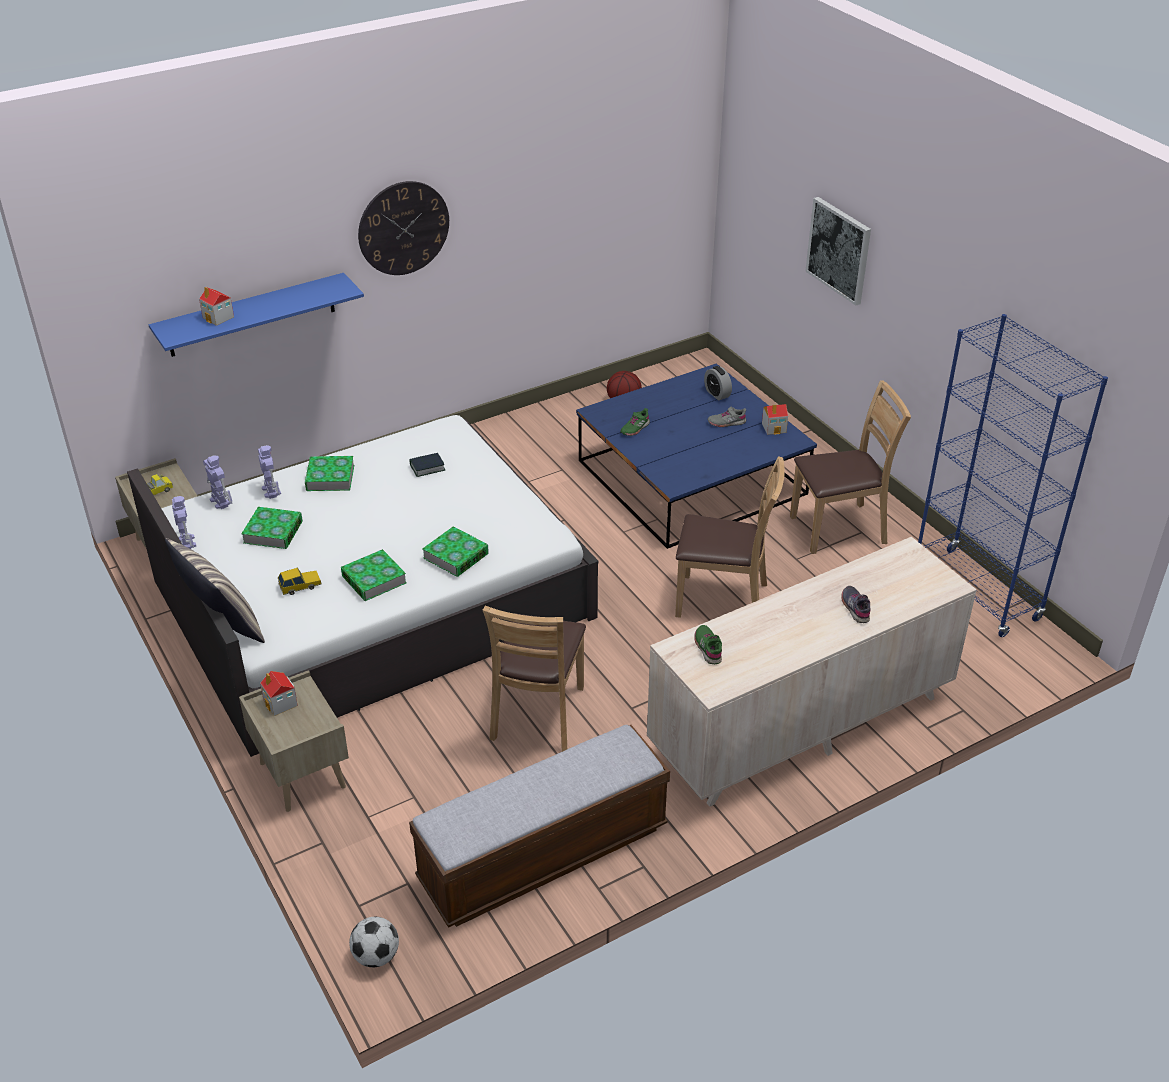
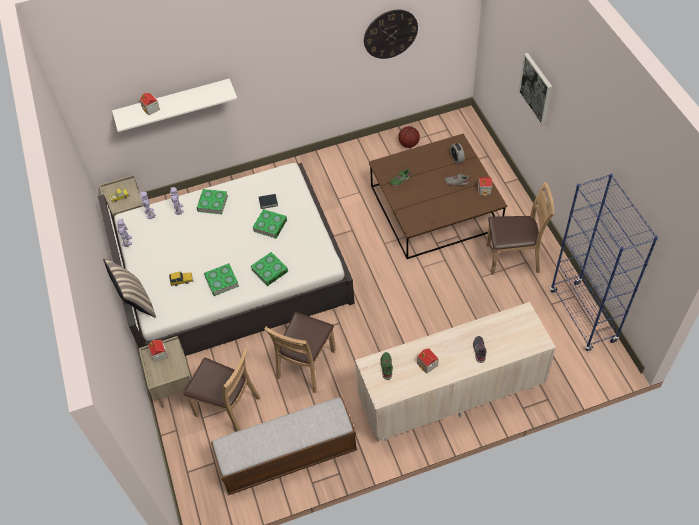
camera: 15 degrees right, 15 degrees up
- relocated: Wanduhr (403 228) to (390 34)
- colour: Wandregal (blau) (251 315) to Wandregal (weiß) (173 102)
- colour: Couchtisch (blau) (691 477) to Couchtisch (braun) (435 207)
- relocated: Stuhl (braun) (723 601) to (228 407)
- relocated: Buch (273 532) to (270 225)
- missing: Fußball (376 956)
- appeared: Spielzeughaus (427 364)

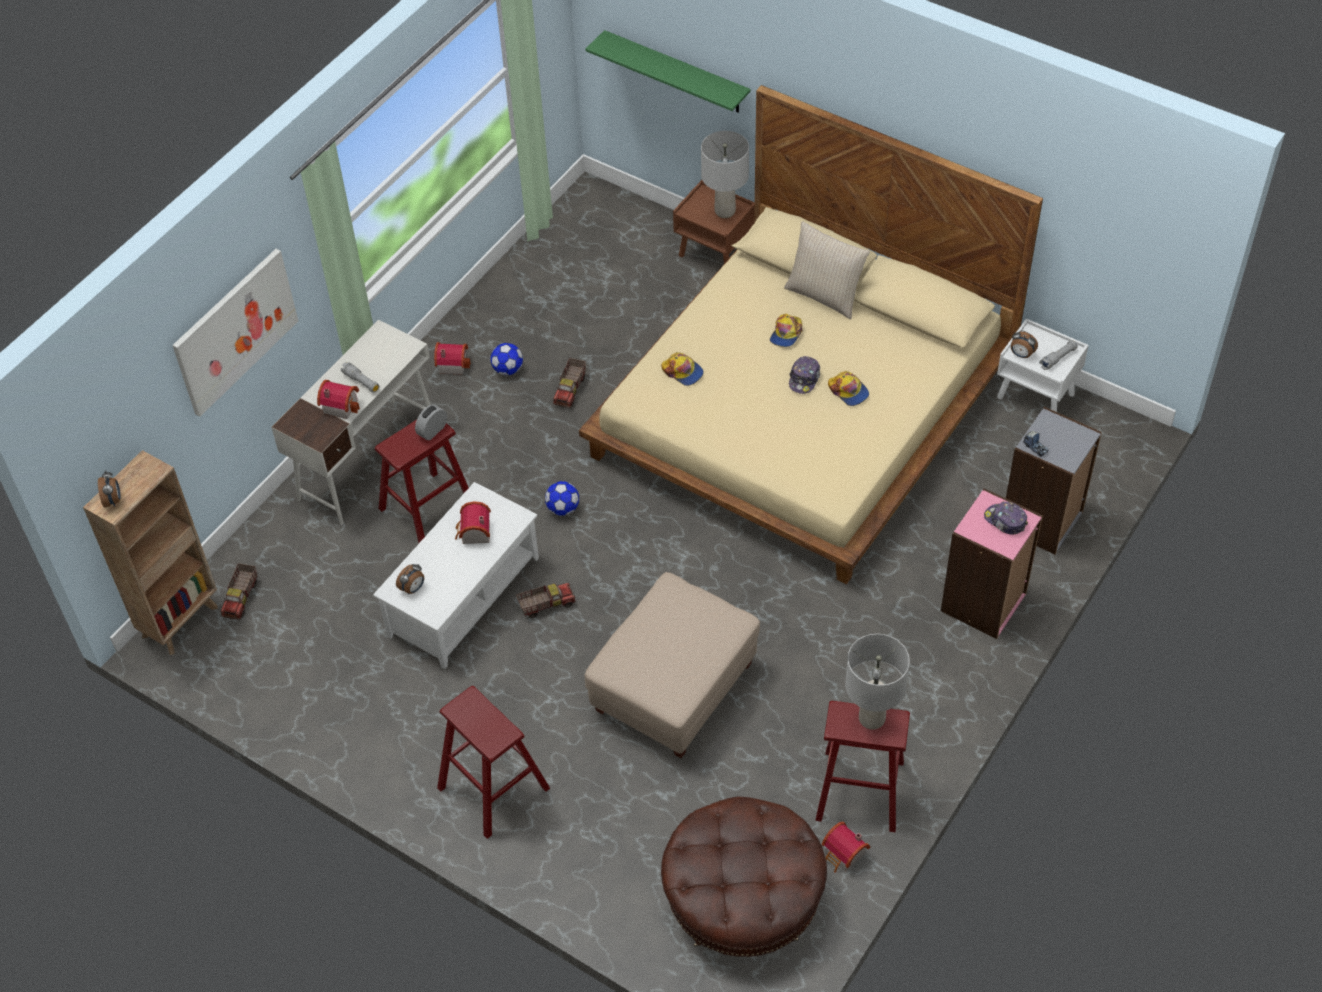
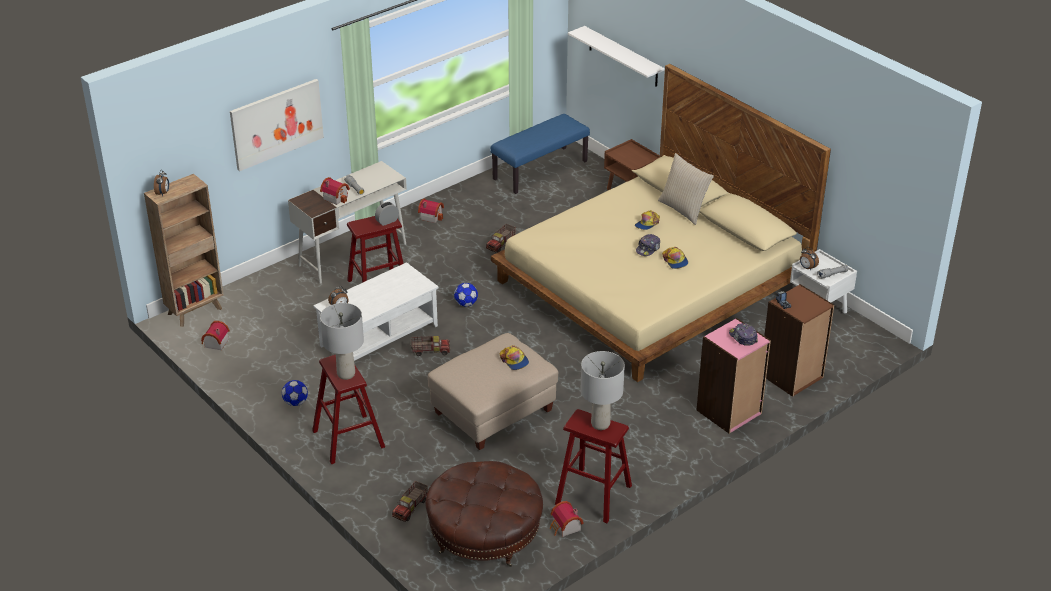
camera: 15 degrees right, 15 degrees down
- colour: Wandregal (grün) (676 72) to Wandregal (weiß) (623 57)
- relocated: Tischlampe (grau) (724 211) to (345 374)
- relocated: Fußball (508 369) to (295 402)
- relocated: Kappe (683 371) to (514 360)
- colour: Bücherregal (grau) (1042 521) to Bücherregal (braun) (792 376)
- relocated: Spielzeughaus (473 533) to (214 343)
- relocated: Spielzeuglaster (242 598) to (411 508)
- appeared: Bank (blau) (540 170)

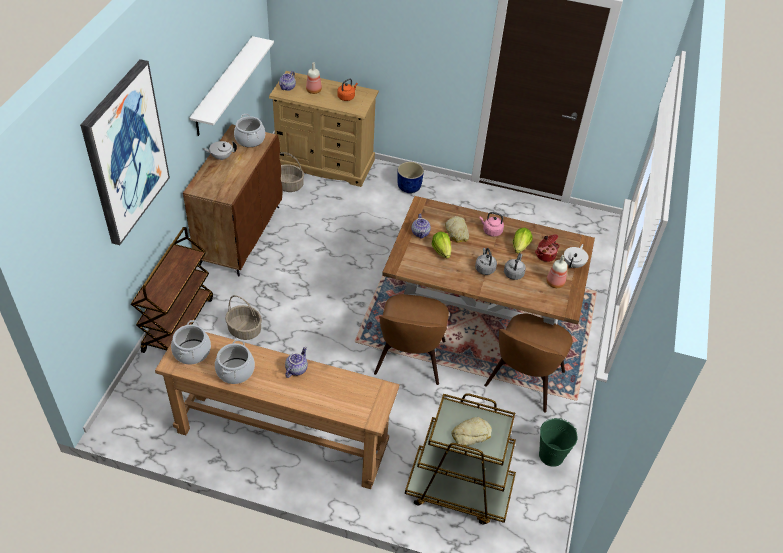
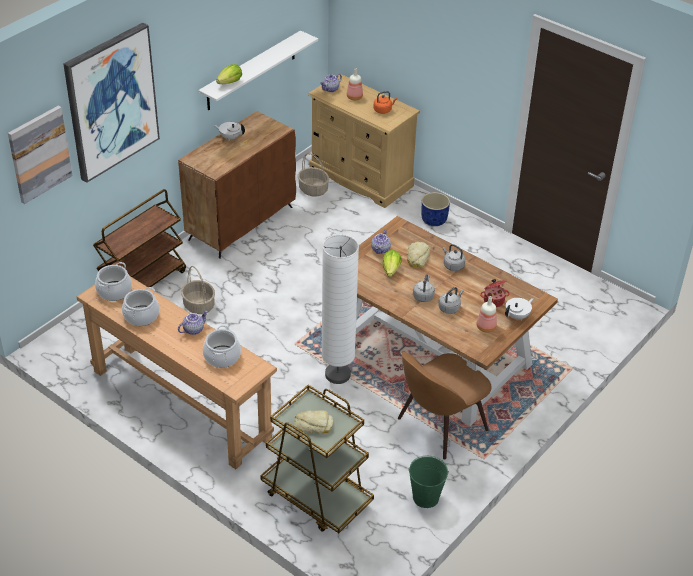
camera: 25 degrees right, 5 degrees down
- relocated: Kochtopf (250 139) to (222 357)
- colour: Wasserkessel (rosa) (491 231) to Wasserkessel (grau) (452 265)
- relocated: Salatkopf (520 247) to (230 82)
- exchanged: Stuhl (braun) (409 360) to Stehlampe (weiß) (337 375)
- appeared: Bild (39 154)

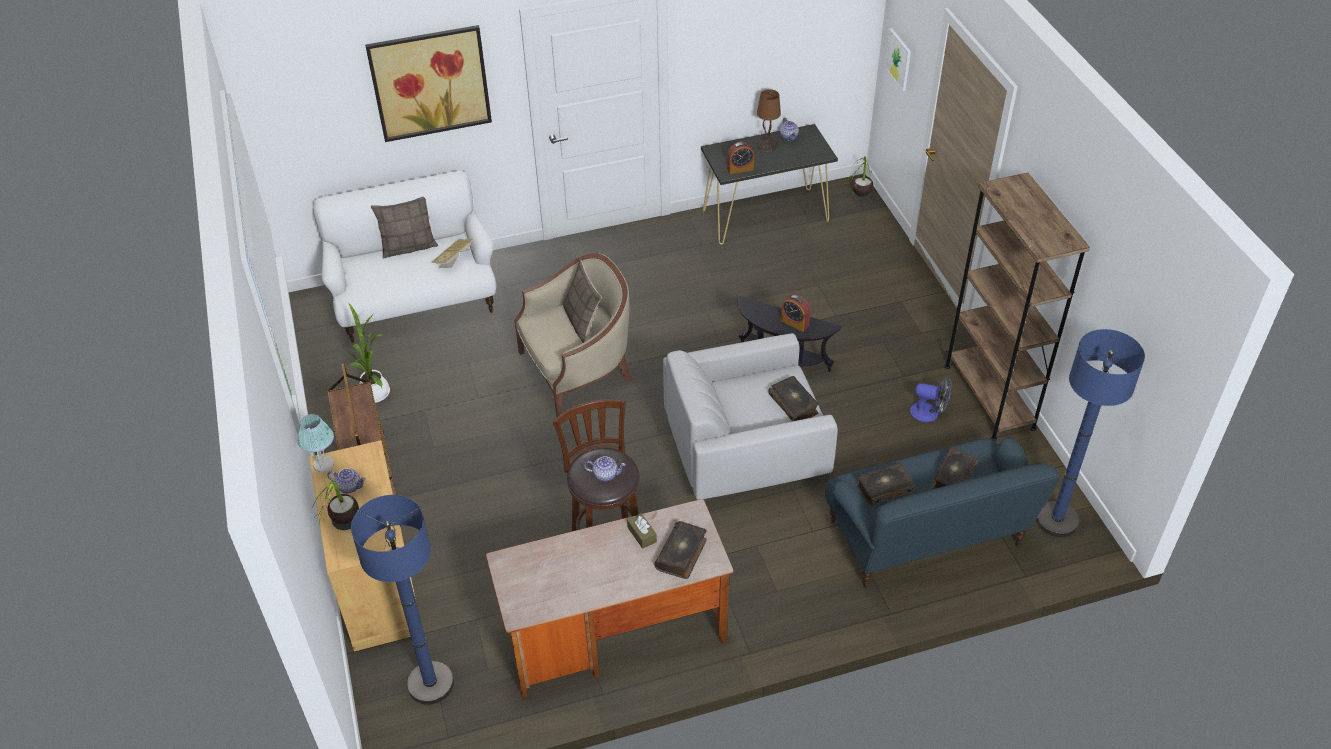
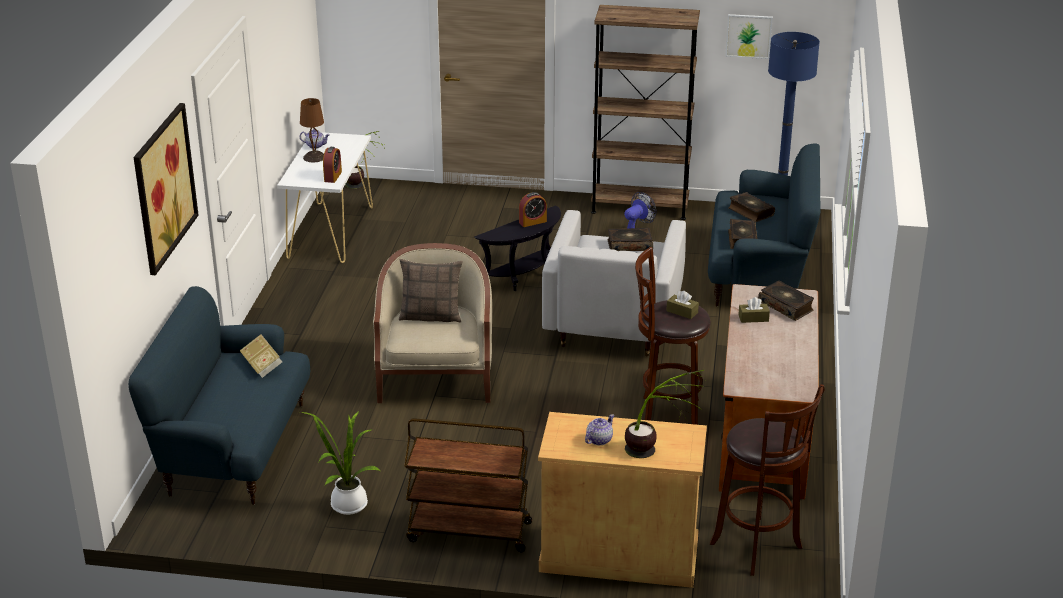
camera: 65 degrees left, 15 degrees down
- relocated: Bild (898 59) to (748 36)
- colour: Konsolentisch (schwarz) (766 216) to Konsolentisch (weiß) (330 232)
- colour: Sofa (weiß) (416 302) to Sofa (blau) (233 449)
- missing: Kissen (409 247)
- missing: Tischlampe (323 464)
- exchanged: Teekanne (605 474) to Taschentuchbox (braun) (682 312)
- exchanged: Stehlampe (blau) (430 684) to Hocker (braun) (759 548)

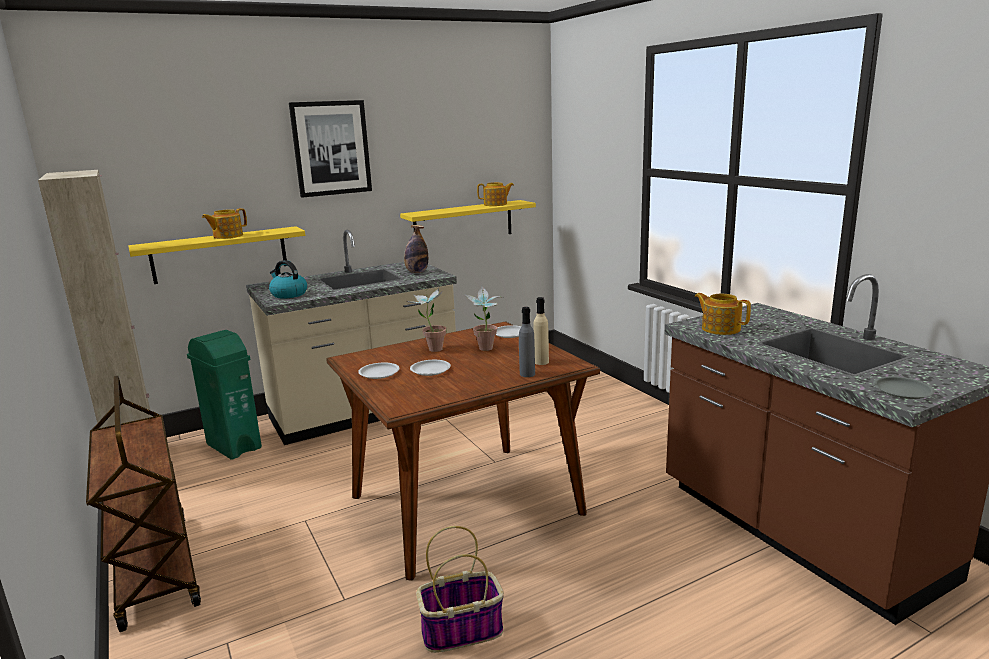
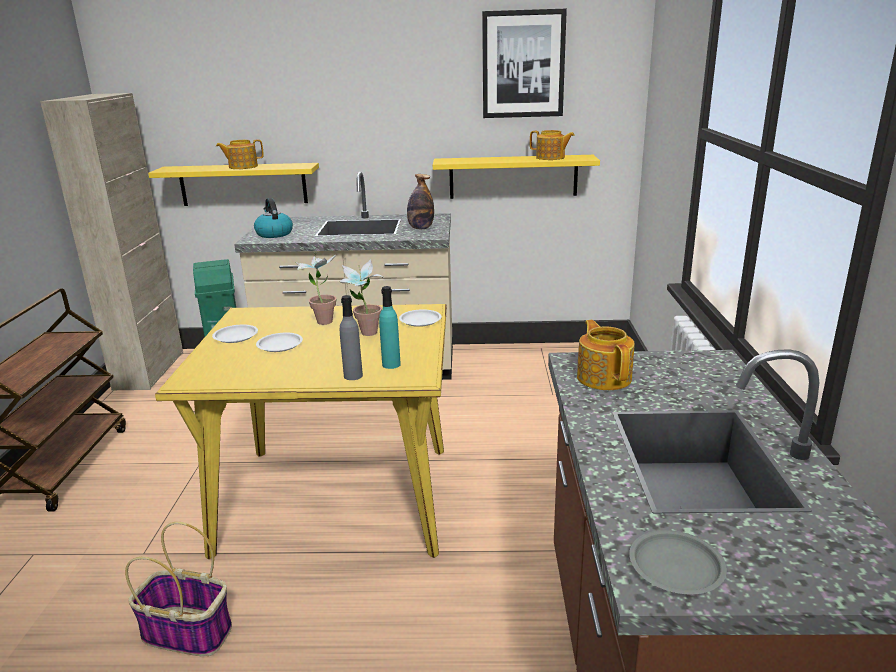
camera: 30 degrees right, 5 degrees up
- relocated: Bild (331 148) to (523 64)
- colour: Flasche (beige) (541 362) to Flasche (türkis) (391 364)
- colour: Esstisch (braun) (466 505) to Esstisch (gelb) (338 498)

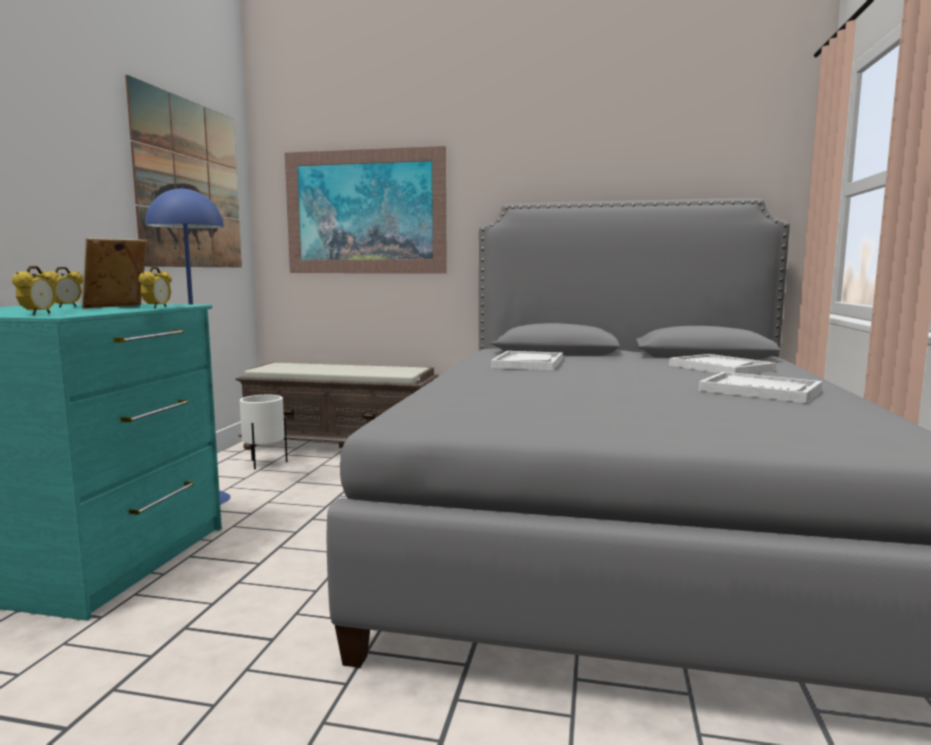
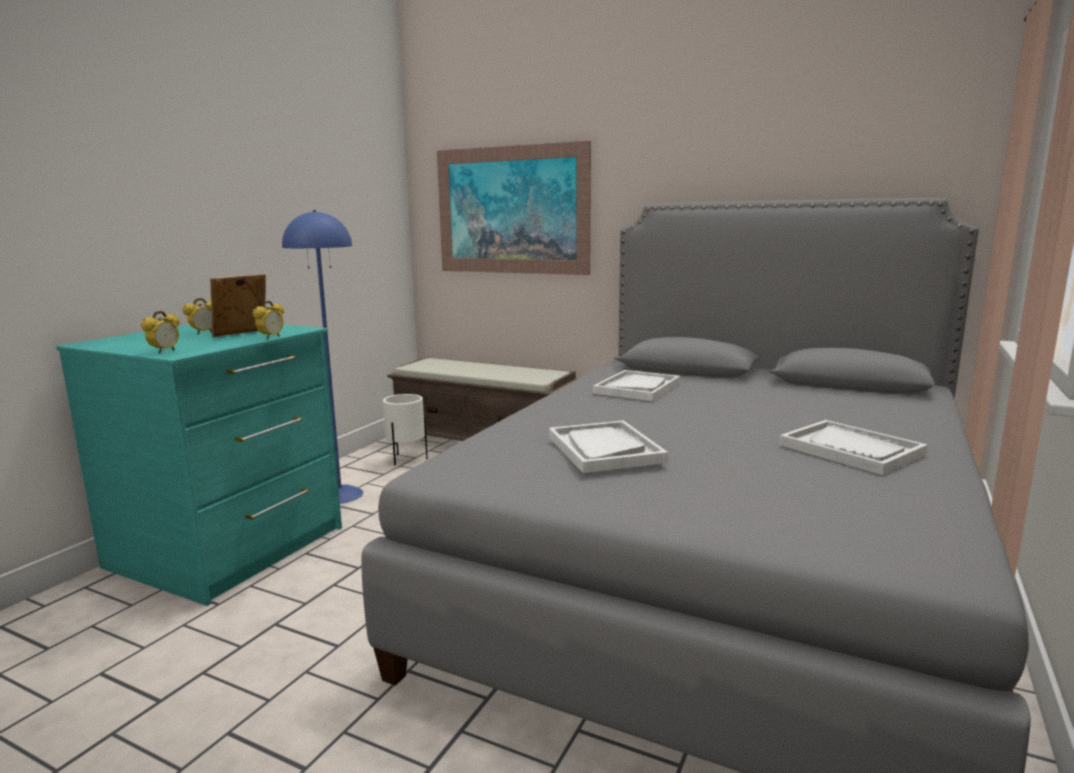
camera: 15 degrees right, 5 degrees up
- missing: Bild (189 185)
- relocated: Tablett (weiß) (720 368) to (604 449)

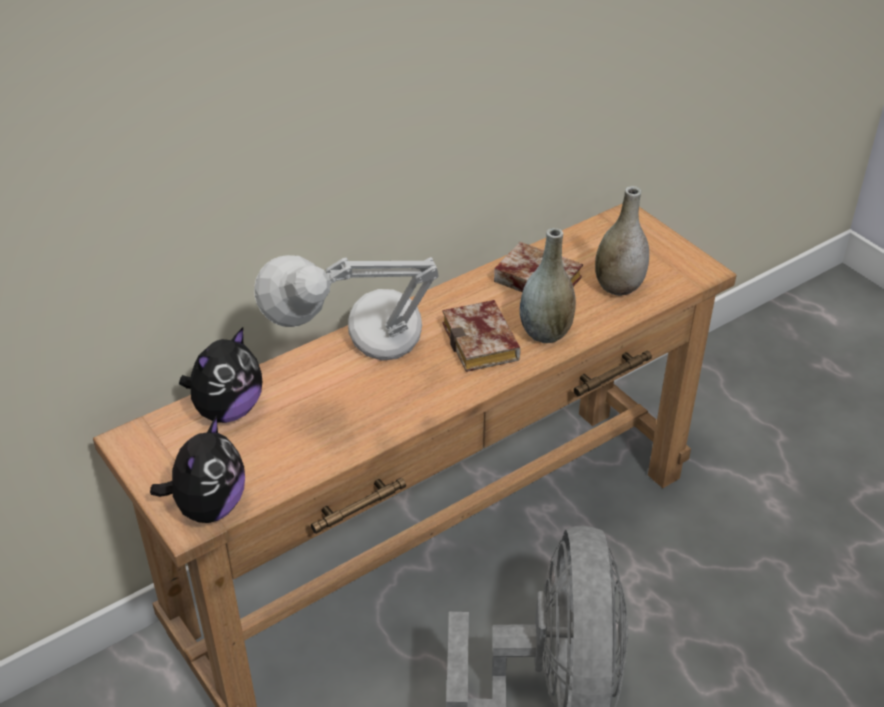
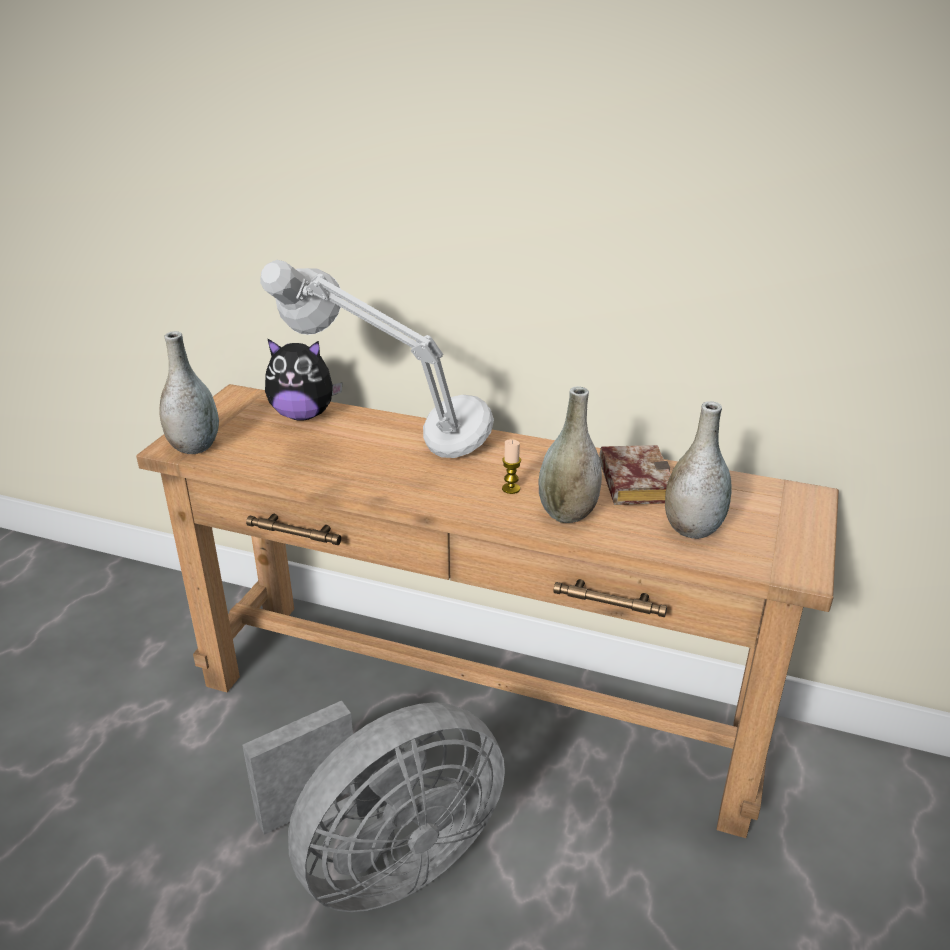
camera: 55 degrees right, 10 degrees down
- exchanged: Buch (484 344) to Kerze (511 489)
- exchanged: Plüschtier (208 507) to Vase (grau) (194 447)

